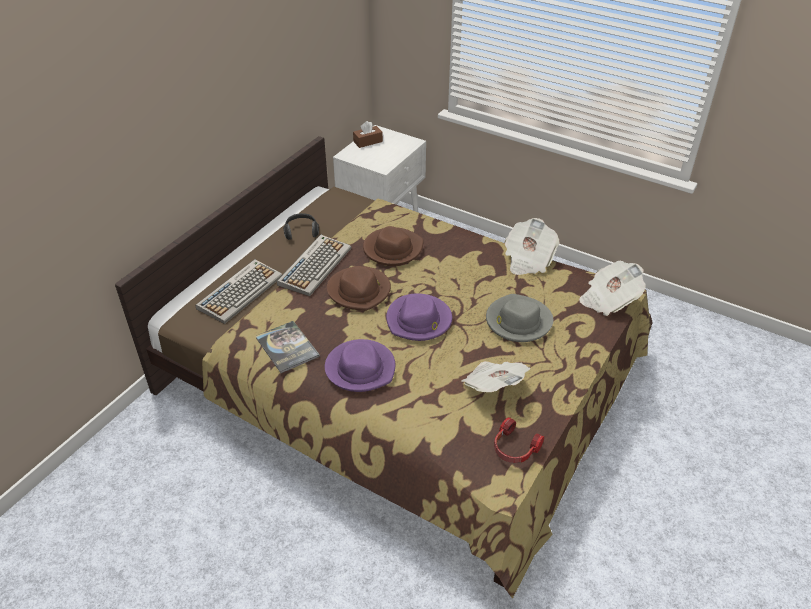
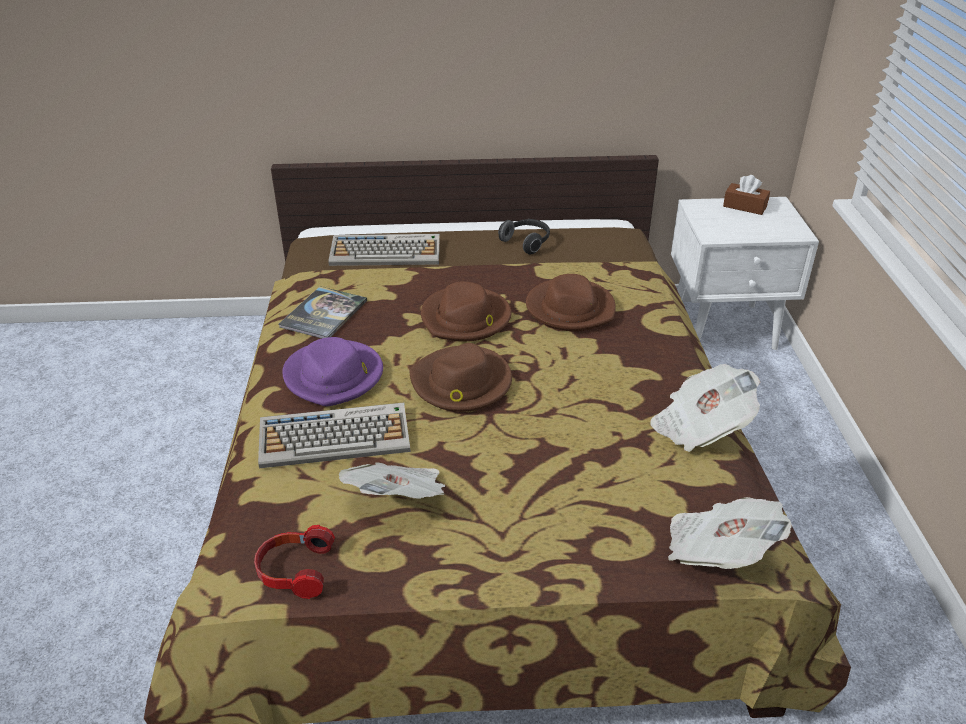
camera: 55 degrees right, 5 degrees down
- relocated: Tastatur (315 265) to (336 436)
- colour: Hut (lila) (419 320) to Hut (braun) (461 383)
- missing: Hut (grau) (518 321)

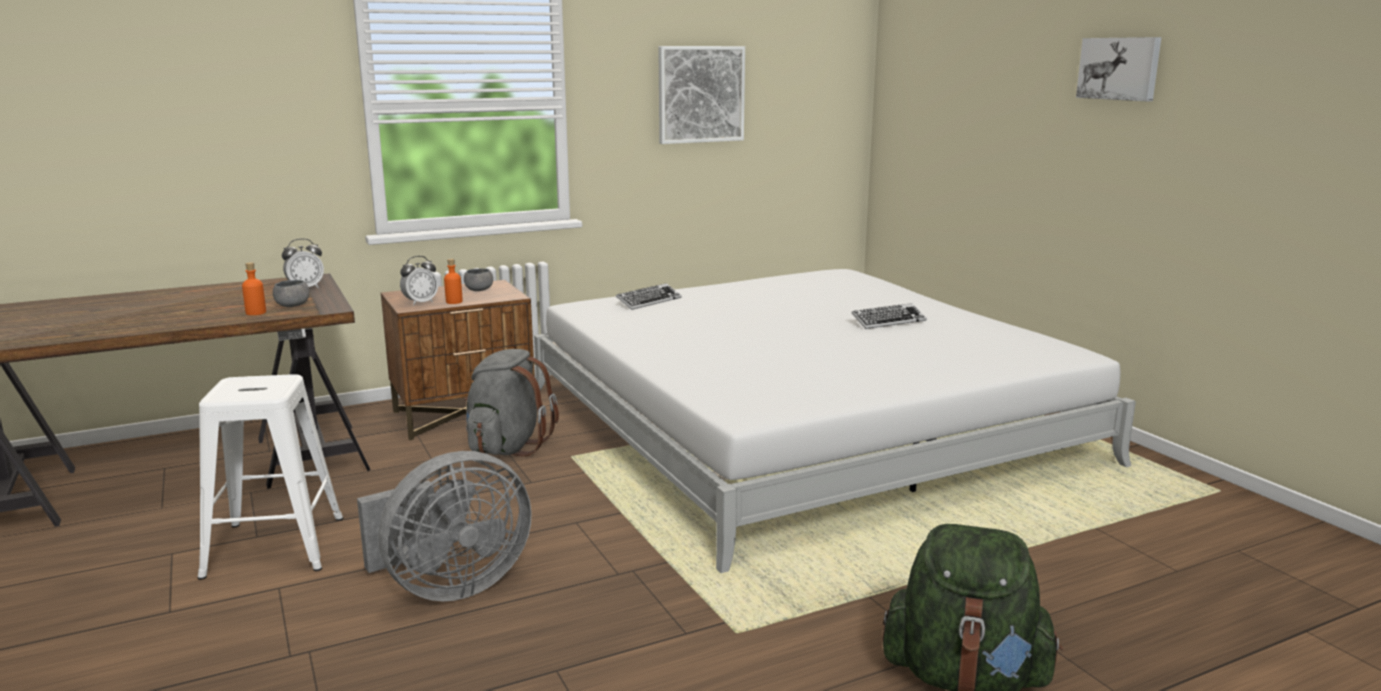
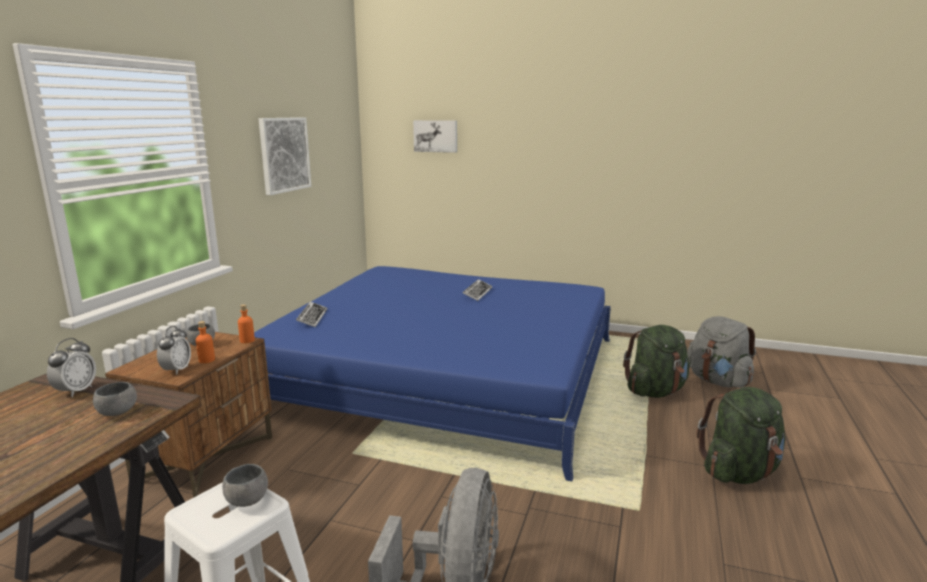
camera: 45 degrees left, 0 degrees up
- relocated: Bild (1119 68) to (436 136)
- relocated: Flasche (orange) (256 313) to (247 340)
- colour: Bett (weiß) (801 425) to Bett (blau) (445 373)
- relocated: Rucksack (grau) (507 447) to (718 381)
- appeared: Rucksack (grün) (655 391)
- appeared: Schüssel (grau) (247 500)

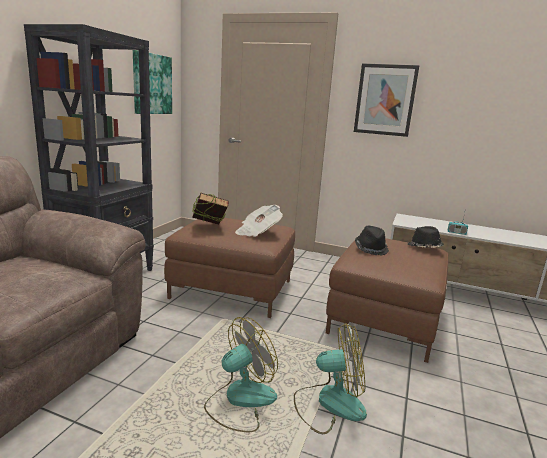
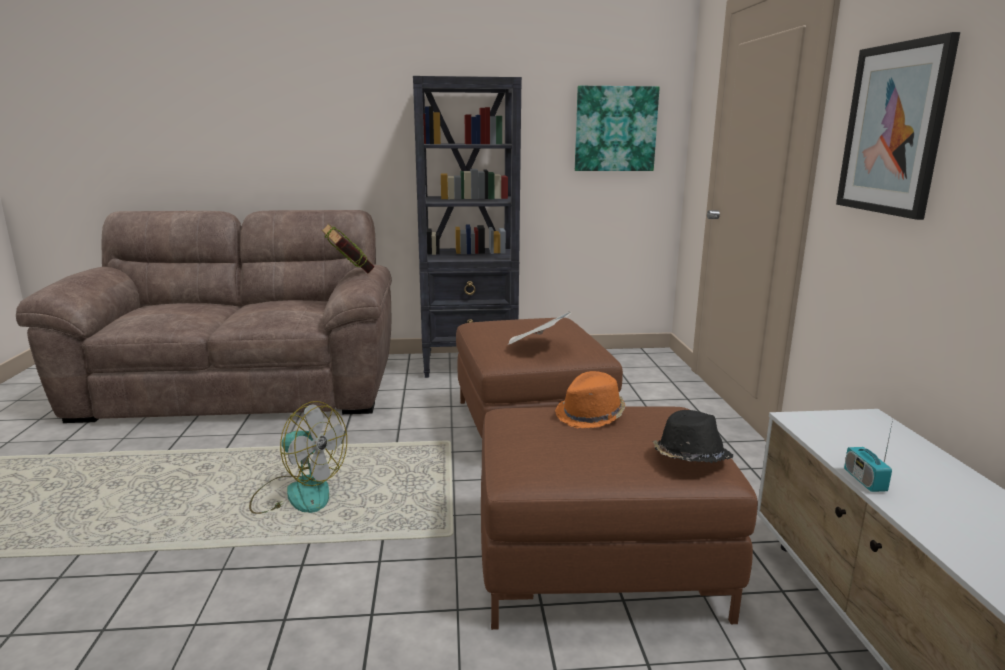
camera: 65 degrees right, 0 degrees up
- relocated: Buch (209 227) to (349 273)
- colour: Hut (schwarz) (371 249) to Hut (orange) (591 415)
- missing: Ventilator (329 403)

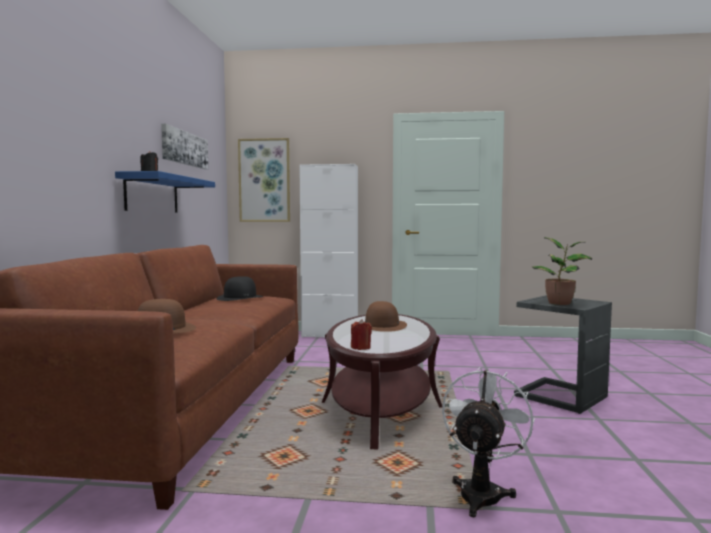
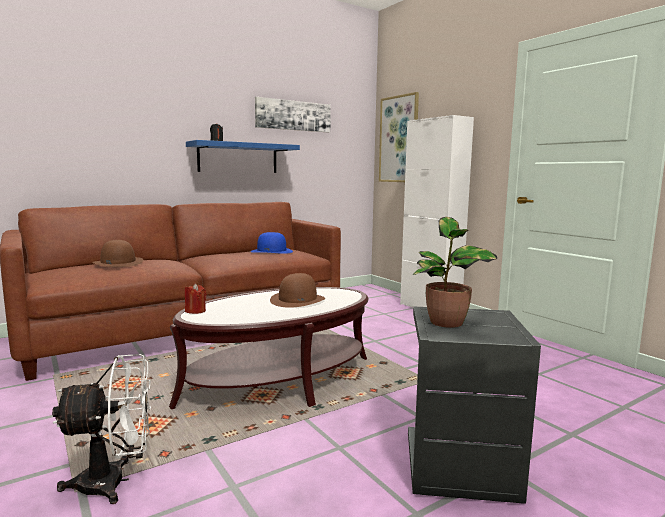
camera: 50 degrees right, 5 degrees up
- colour: Hut (schwarz) (240 297) to Hut (blau) (272 251)

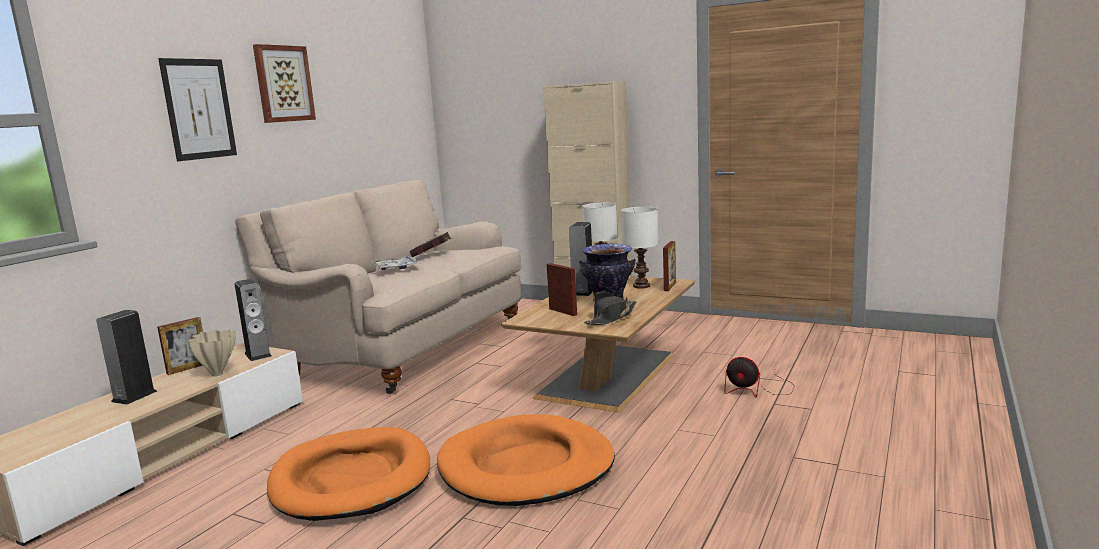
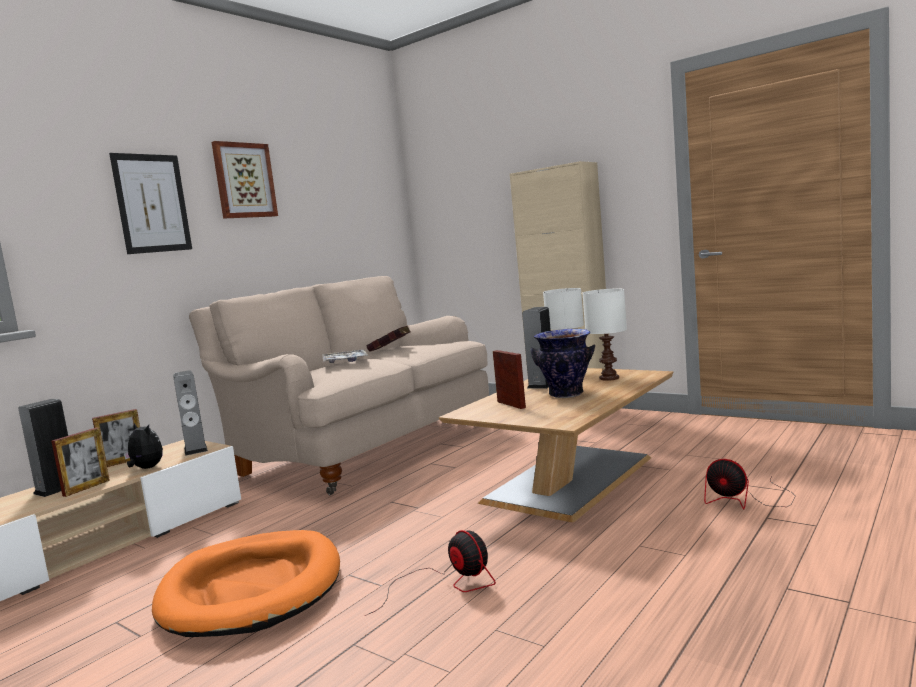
camera: 10 degrees right, 5 degrees down
- relocated: Bilderrahmen (670 286) to (86 488)
- missing: Hut (schwarz) (611 318)
- exchanged: Vase (beige) (217 374) to Plüschtier (146 468)
- exchanged: Hundebett (orange) (526 467) to Ventilator (447 584)

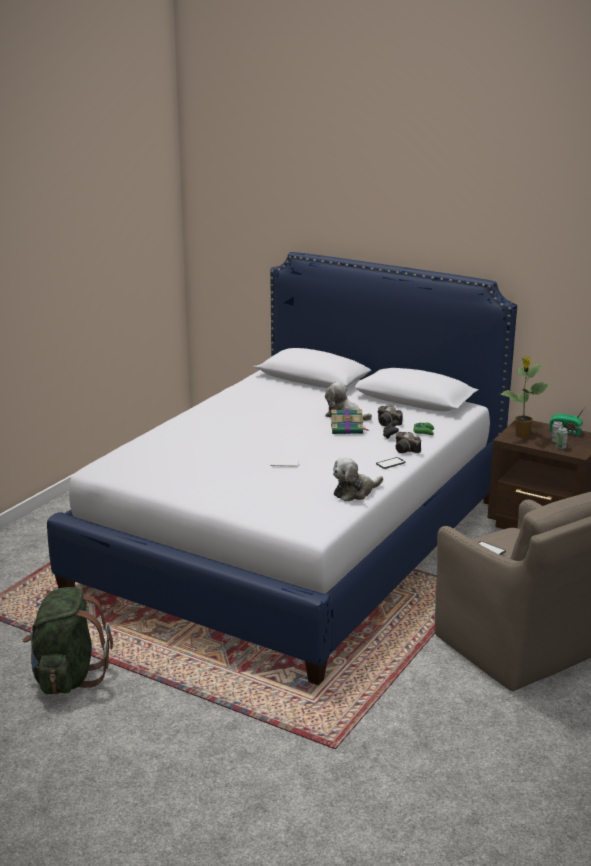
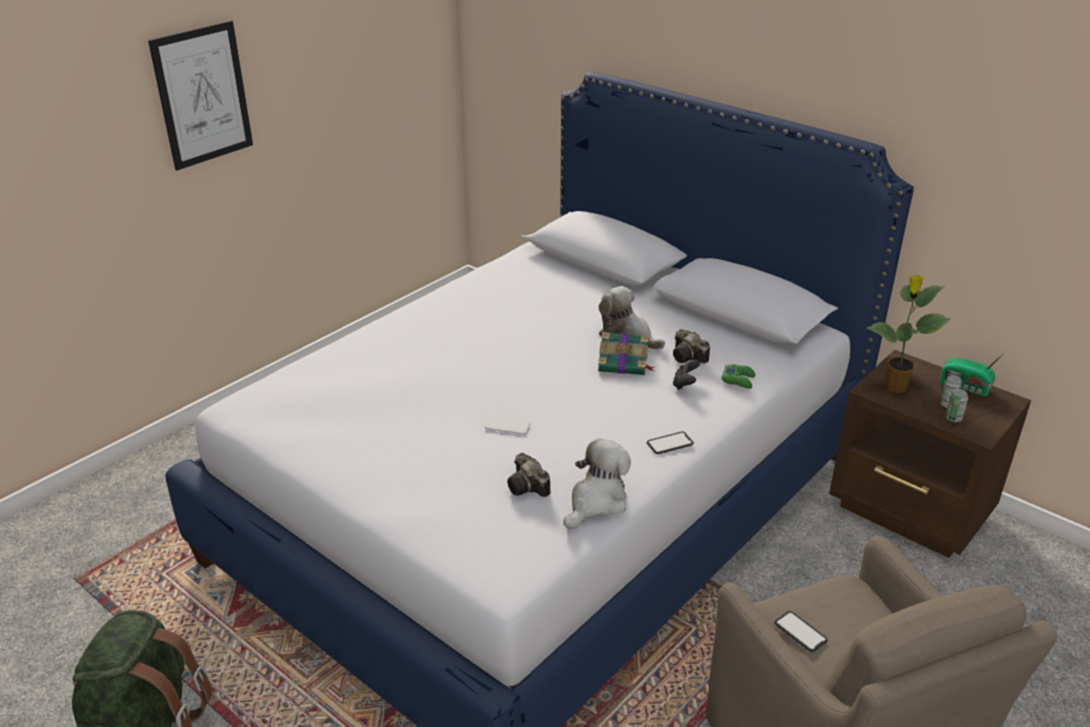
camera: 10 degrees right, 10 degrees up
- relocated: Kamera (406 450) to (528 487)
- spun: Plüschtier (355 492) = (596 502) 150 degrees clockwise
- appeared: Bild (202 95)

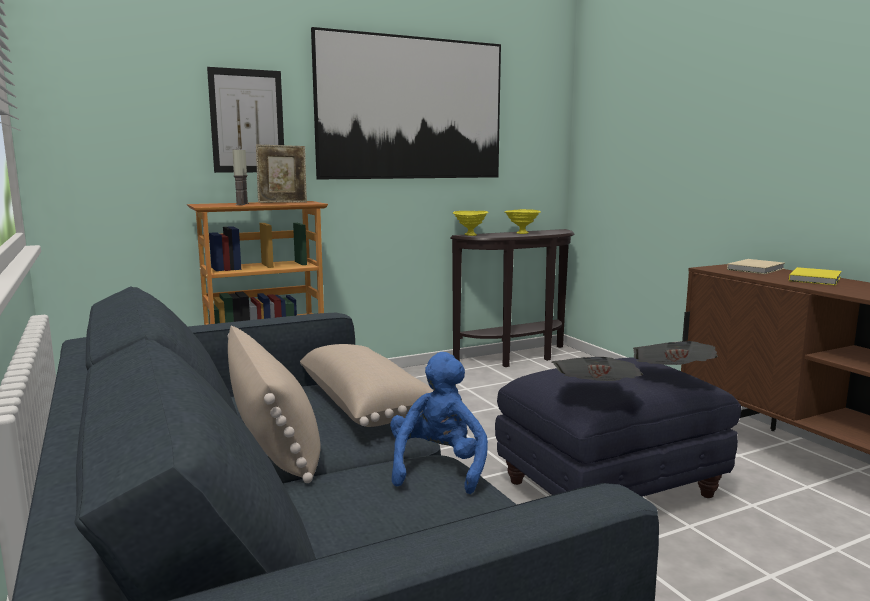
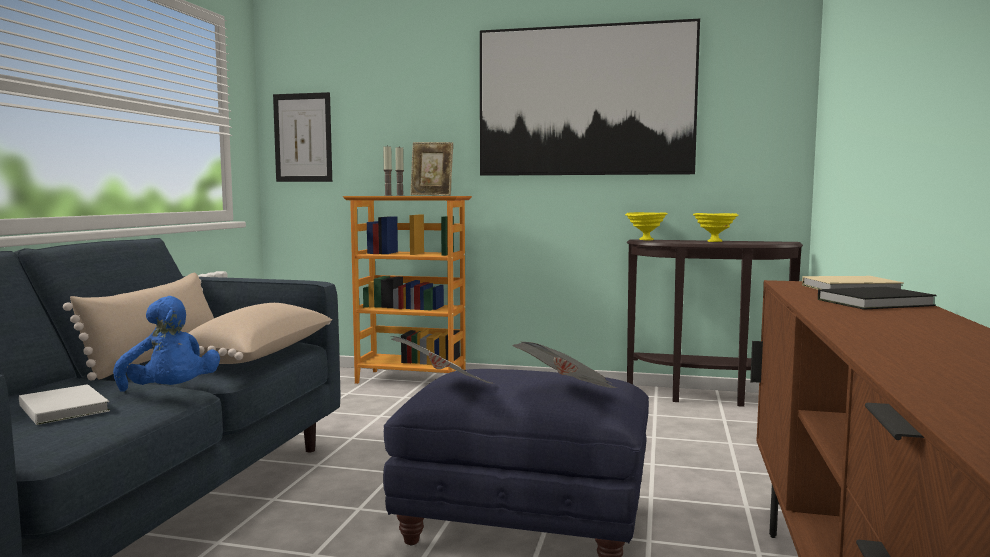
camera: 40 degrees right, 5 degrees down
- relocated: Bild (247 121) to (303 137)
- colour: Buch (gelb) (816 279) to Buch (schwarz) (878 303)
- spun: Plüschtier (blau) (438 467) = (170 394) 90 degrees clockwise
- appeared: Buch (weiß) (65 407)

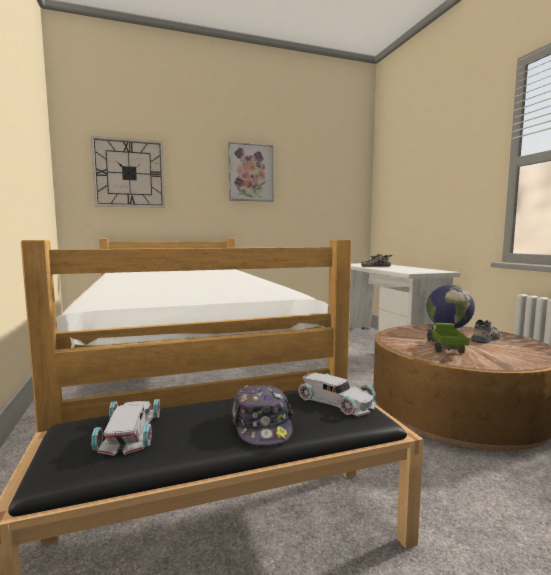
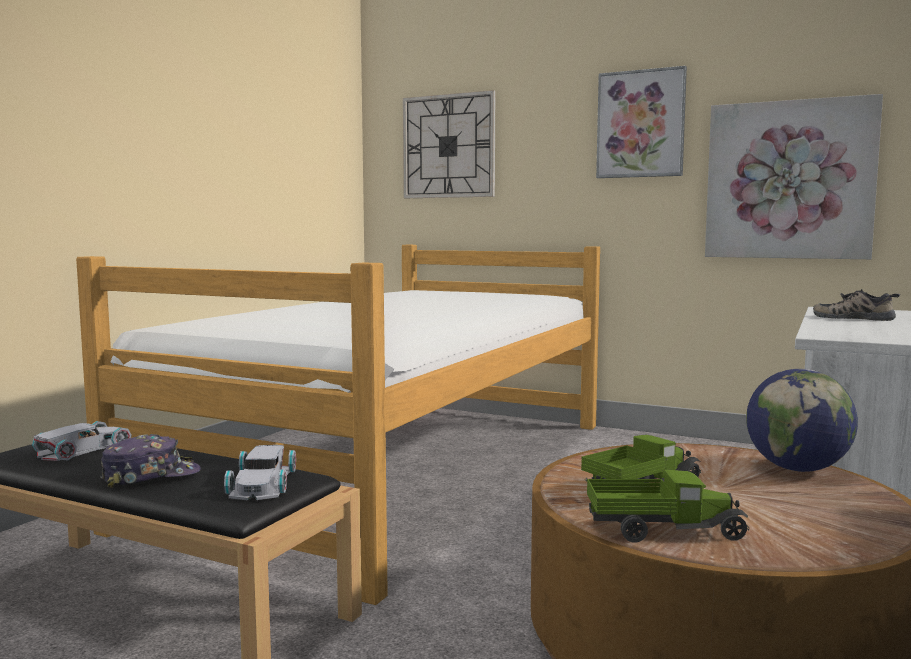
camera: 45 degrees right, 0 degrees up
- missing: Schuh (486 339)
- spun: Kappe (262 425) = (151 476) 150 degrees counterclockwise
- appeared: Bild (789 180)
- appeared: Spielzeuglaster (663 530)

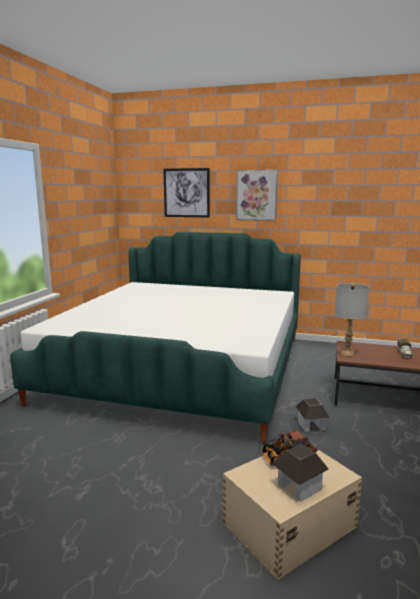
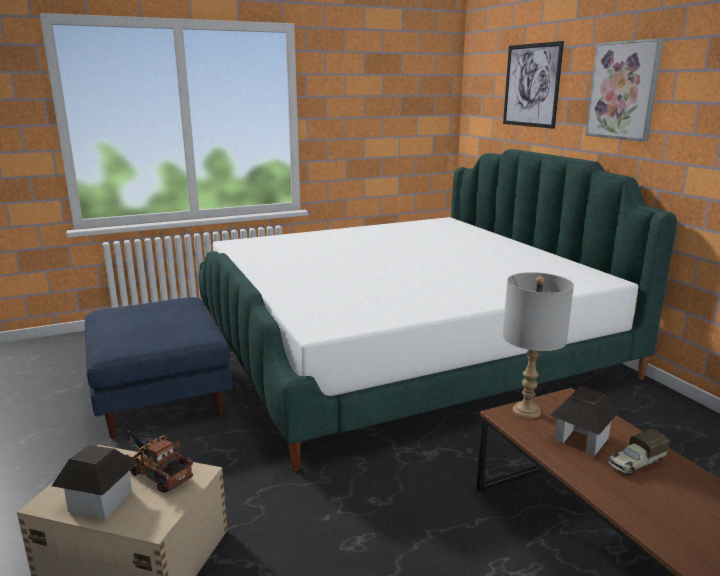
camera: 50 degrees right, 5 degrees up
- relocated: Spielzeughaus (311 425) to (580 439)
- appeared: Polsterhocker (blau) (161 395)

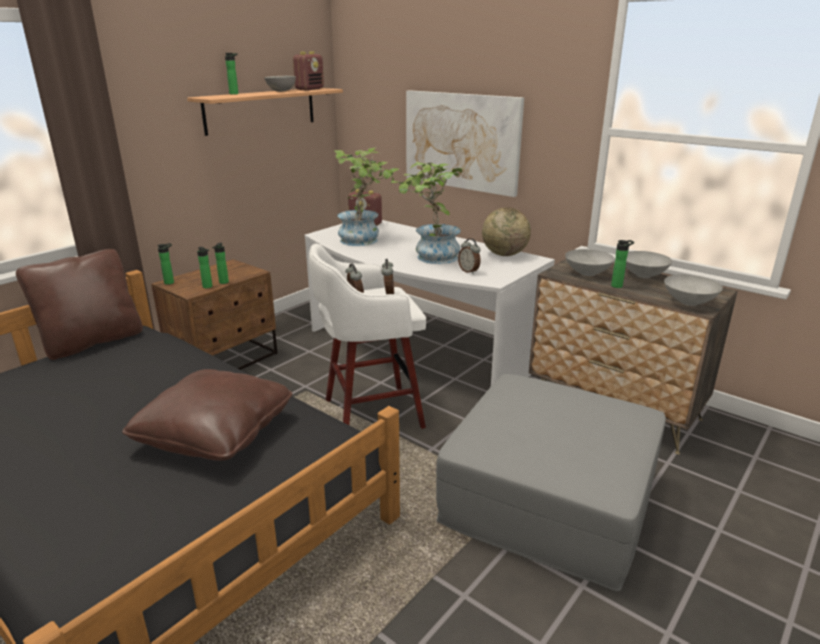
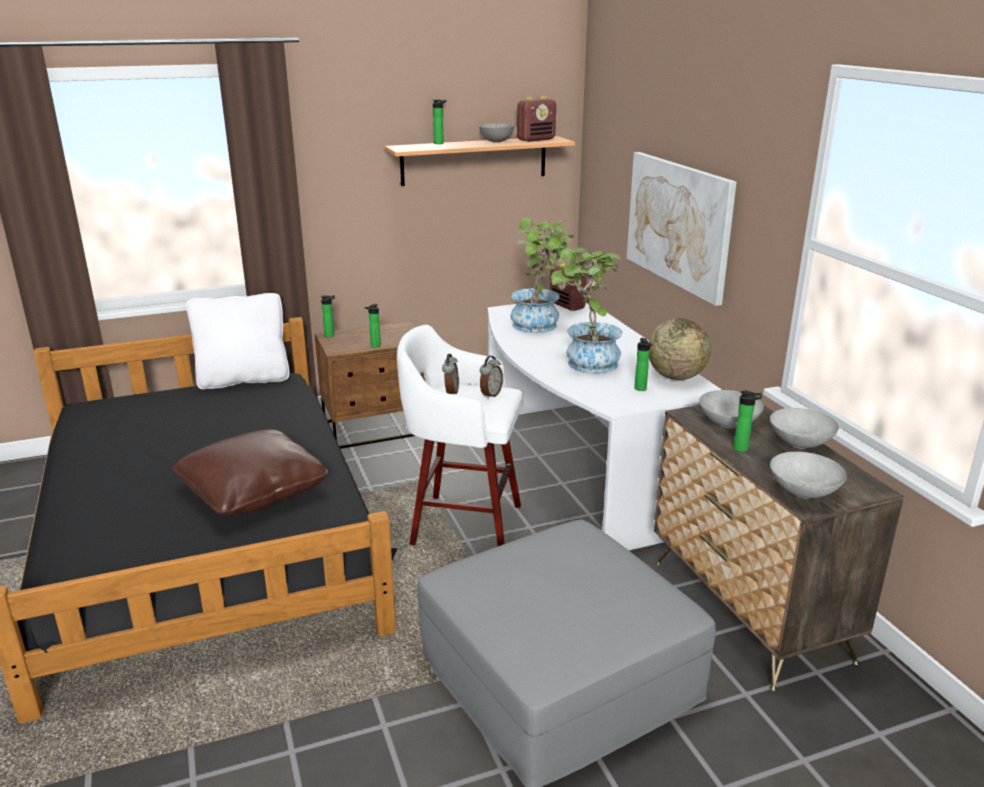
camera: 30 degrees right, 0 degrees up
- missing: Wecker (469 271)
- relocated: Flasche (208 287) to (641 389)
- colour: Kissen (braun) (93 341) to Kissen (weiß) (244 379)

